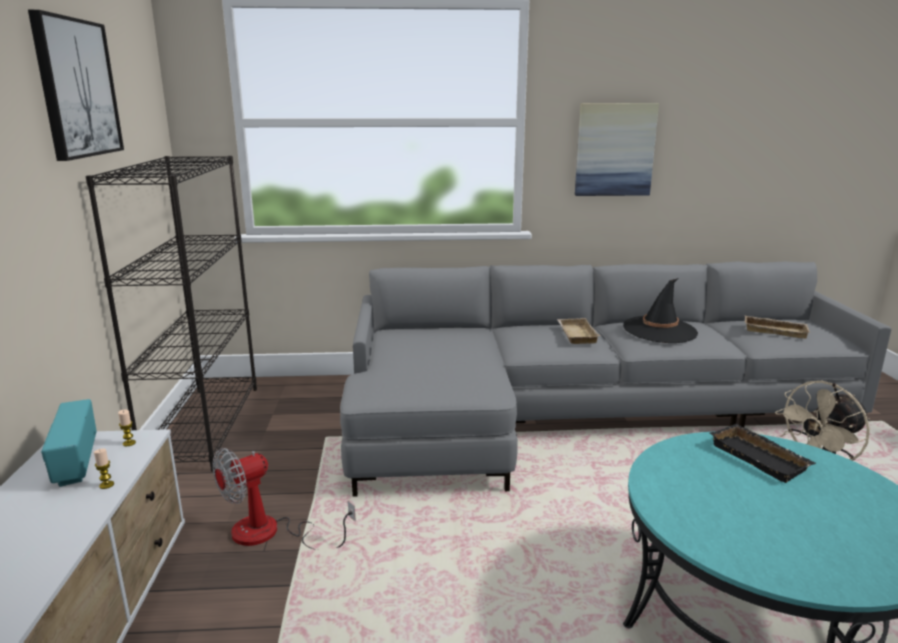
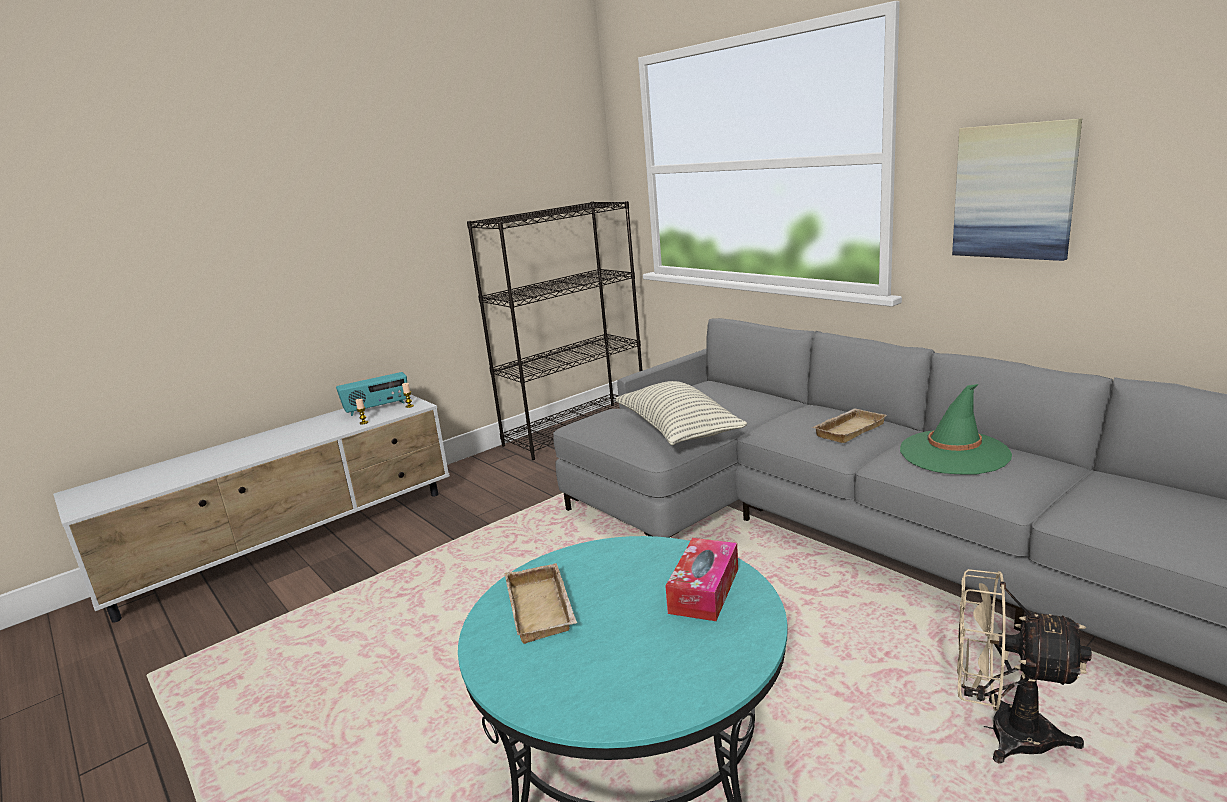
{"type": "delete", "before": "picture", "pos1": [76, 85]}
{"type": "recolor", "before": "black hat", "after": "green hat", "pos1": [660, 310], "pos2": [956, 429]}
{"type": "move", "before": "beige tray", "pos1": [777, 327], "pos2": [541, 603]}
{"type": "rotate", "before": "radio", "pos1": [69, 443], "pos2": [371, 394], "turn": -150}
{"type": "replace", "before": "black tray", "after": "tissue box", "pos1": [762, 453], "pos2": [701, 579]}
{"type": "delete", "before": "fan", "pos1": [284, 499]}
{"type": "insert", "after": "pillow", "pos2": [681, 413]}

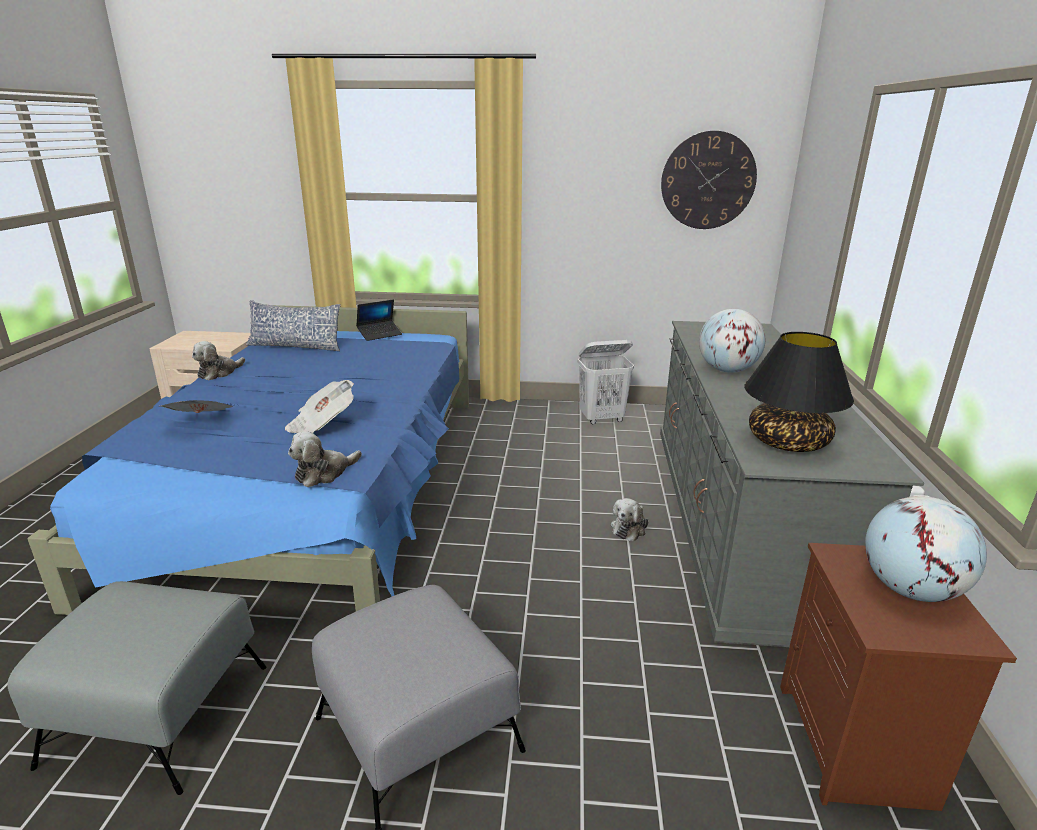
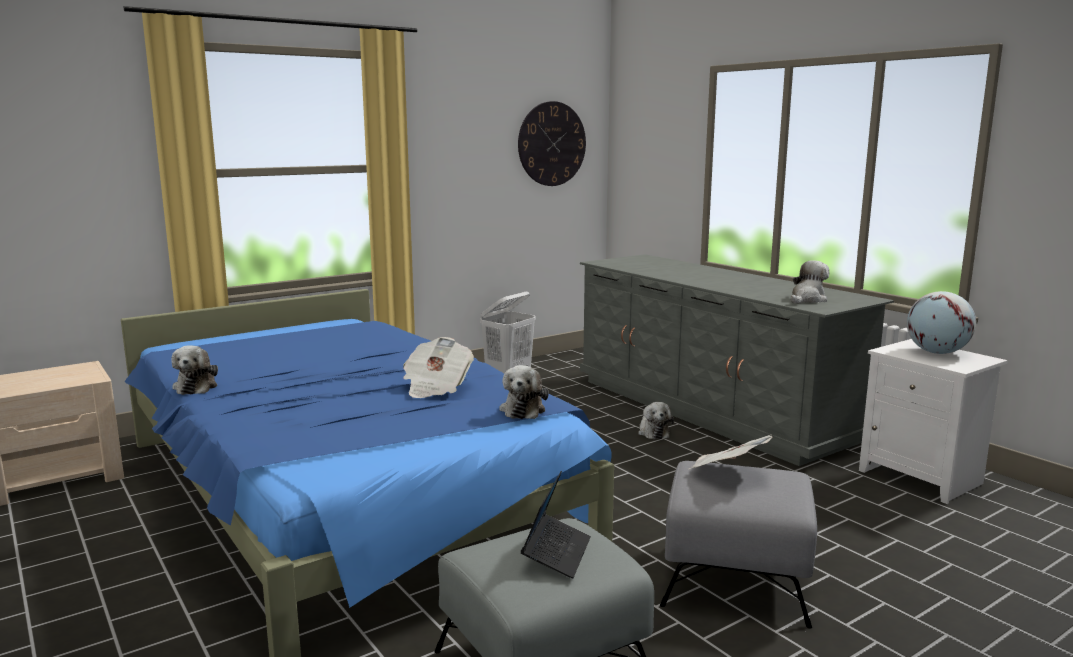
{"type": "delete", "before": "pillow", "pos1": [293, 325]}
{"type": "move", "before": "laptop", "pos1": [379, 320], "pos2": [556, 524]}
{"type": "delete", "before": "globe", "pos1": [732, 341]}
{"type": "replace", "before": "black table lamp", "after": "plush toy", "pos1": [799, 392], "pos2": [810, 282]}
{"type": "move", "before": "newspaper", "pos1": [196, 406], "pos2": [730, 451]}
{"type": "recolor", "before": "brown nightstand", "after": "white nightstand", "pos1": [898, 677], "pos2": [933, 421]}

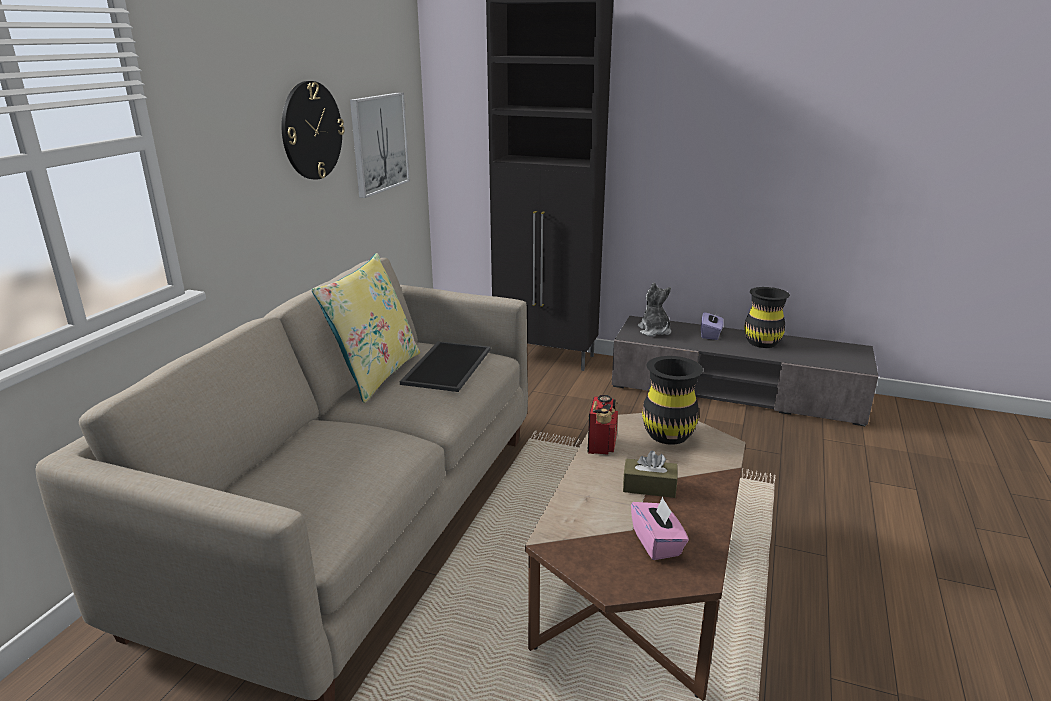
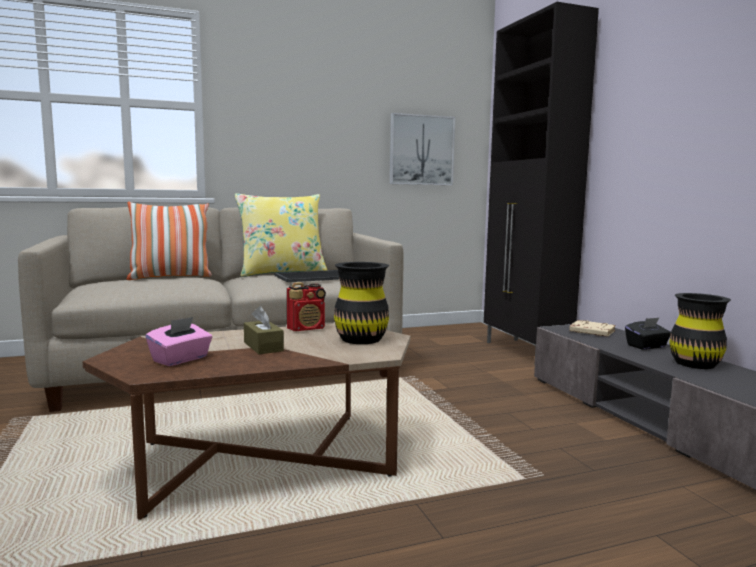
{"type": "delete", "before": "wall clock", "pos1": [313, 130]}
{"type": "replace", "before": "plush toy", "after": "beige book", "pos1": [654, 309], "pos2": [592, 328]}
{"type": "recolor", "before": "purple tissue box", "after": "black tissue box", "pos1": [712, 326], "pos2": [648, 333]}
{"type": "insert", "after": "pillow", "pos2": [169, 241]}

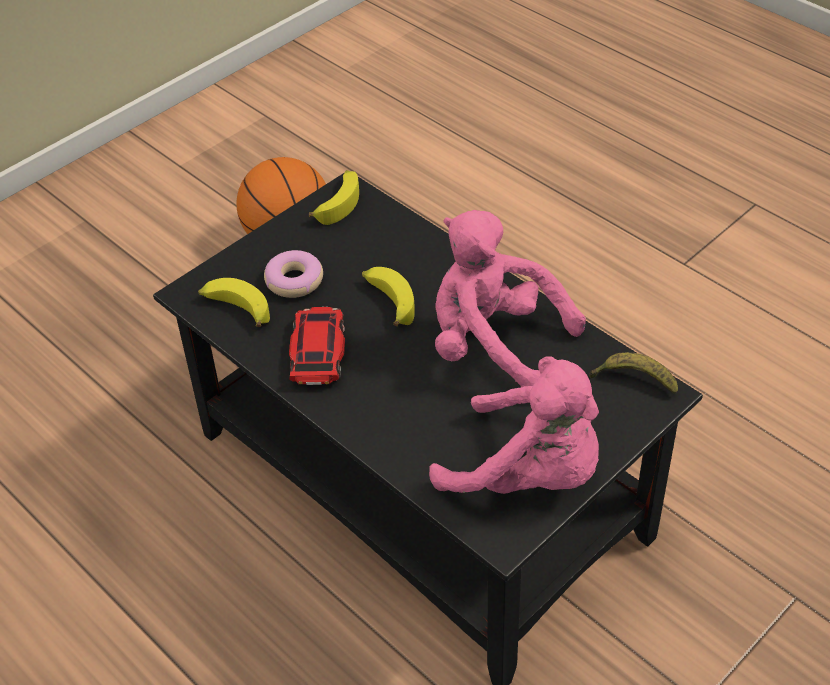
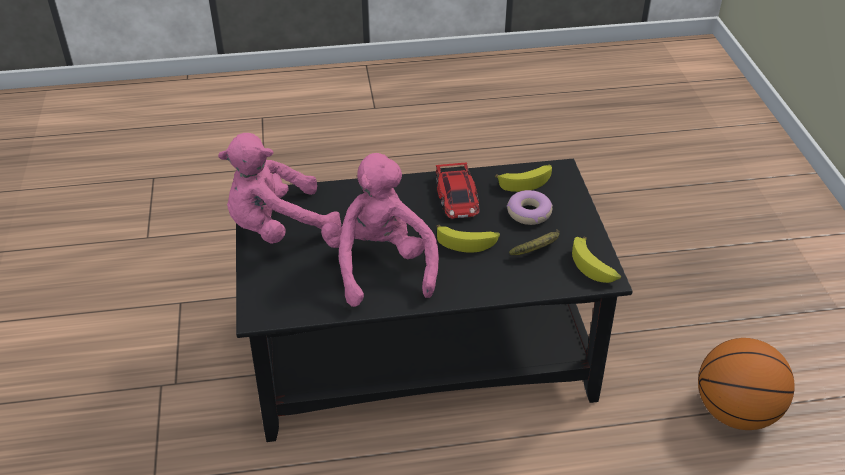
{"type": "rotate", "before": "pink plush toy", "pos1": [510, 298], "pos2": [380, 230], "turn": -75}
{"type": "rotate", "before": "toy car", "pos1": [317, 346], "pos2": [458, 190], "turn": 45}
{"type": "move", "before": "banana", "pos1": [633, 373], "pos2": [534, 242]}

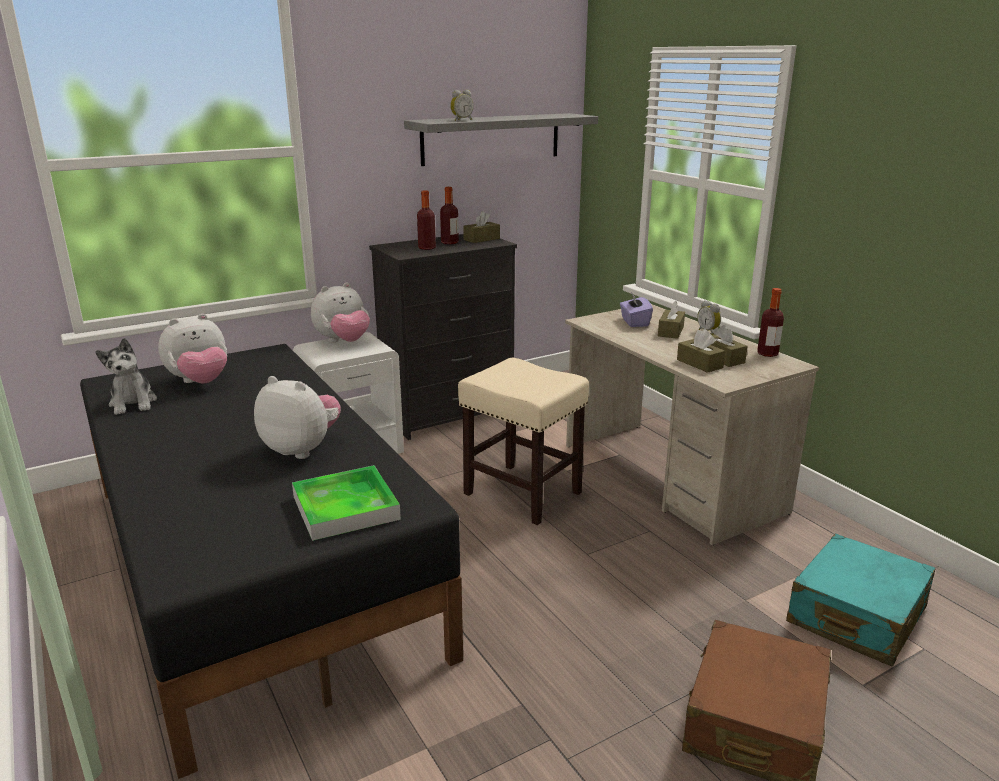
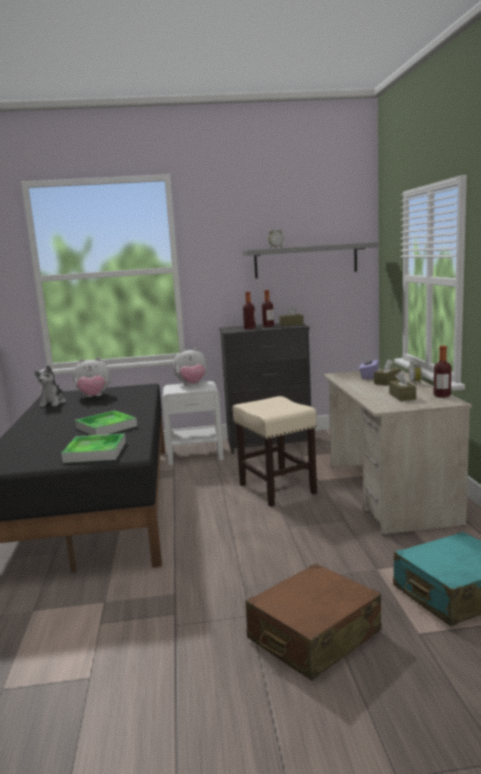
{"type": "delete", "before": "brown tissue box", "pos1": [701, 351]}
{"type": "replace", "before": "plush toy", "after": "tray", "pos1": [297, 417], "pos2": [106, 422]}

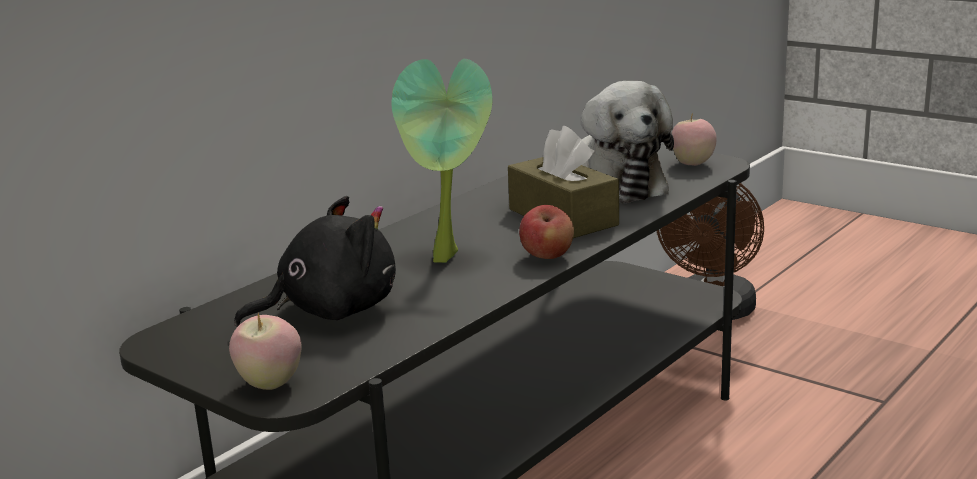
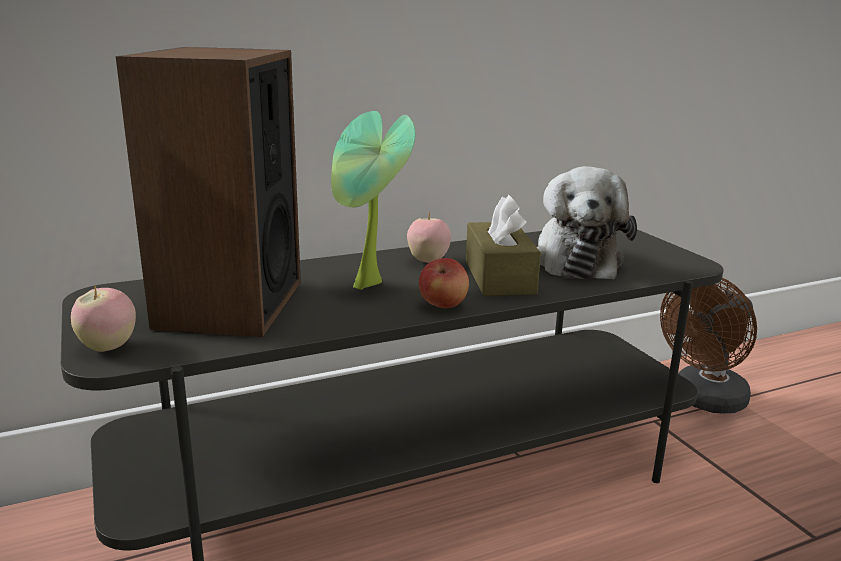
{"type": "move", "before": "apple", "pos1": [694, 139], "pos2": [429, 237]}
{"type": "replace", "before": "black plush toy", "after": "speaker", "pos1": [315, 261], "pos2": [208, 192]}

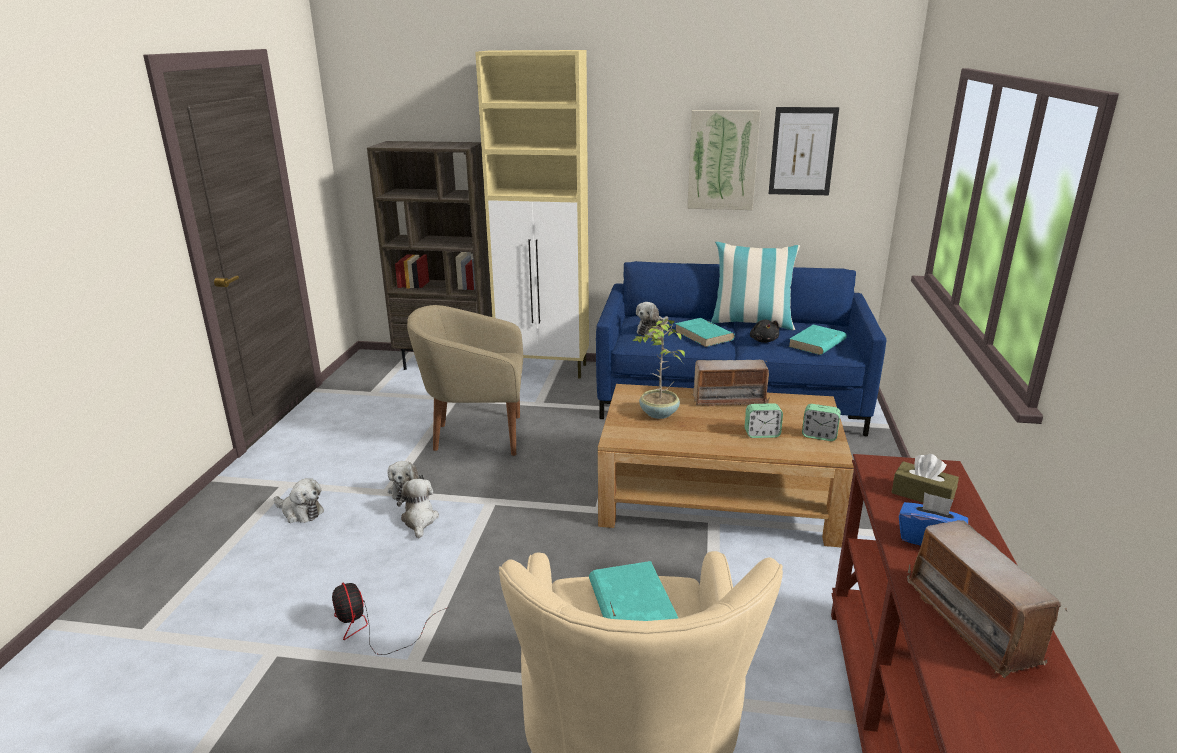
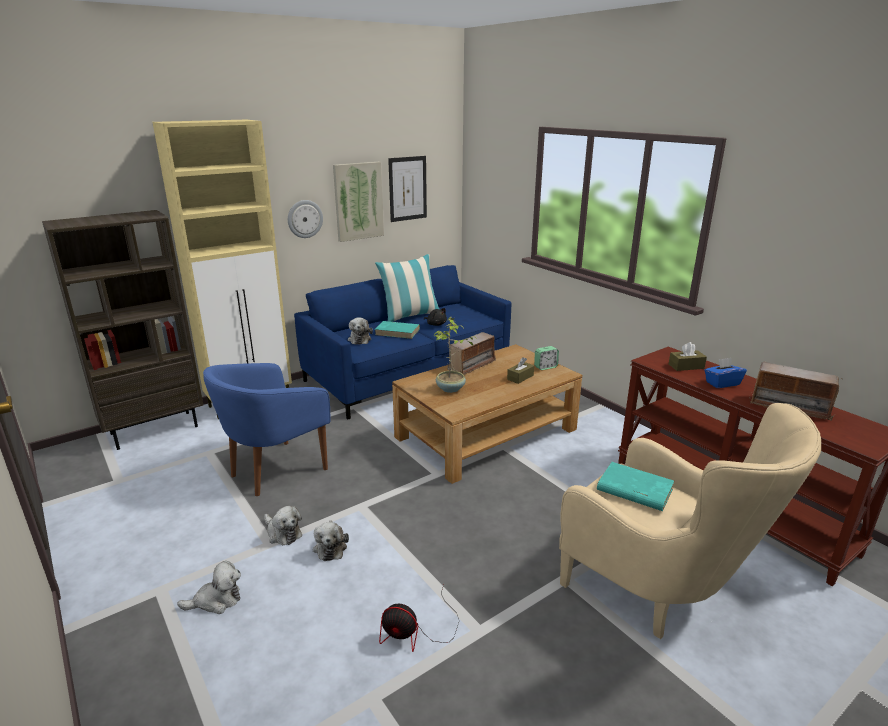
{"type": "recolor", "before": "beige armchair", "after": "blue armchair", "pos1": [465, 380], "pos2": [267, 429]}
{"type": "delete", "before": "turquoise book", "pos1": [817, 340]}
{"type": "replace", "before": "alarm clock", "after": "brown tissue box", "pos1": [764, 420], "pos2": [520, 370]}
{"type": "rotate", "before": "plush toy", "pos1": [418, 508], "pos2": [331, 540], "turn": -135}
{"type": "insert", "after": "wall clock", "pos2": [305, 219]}

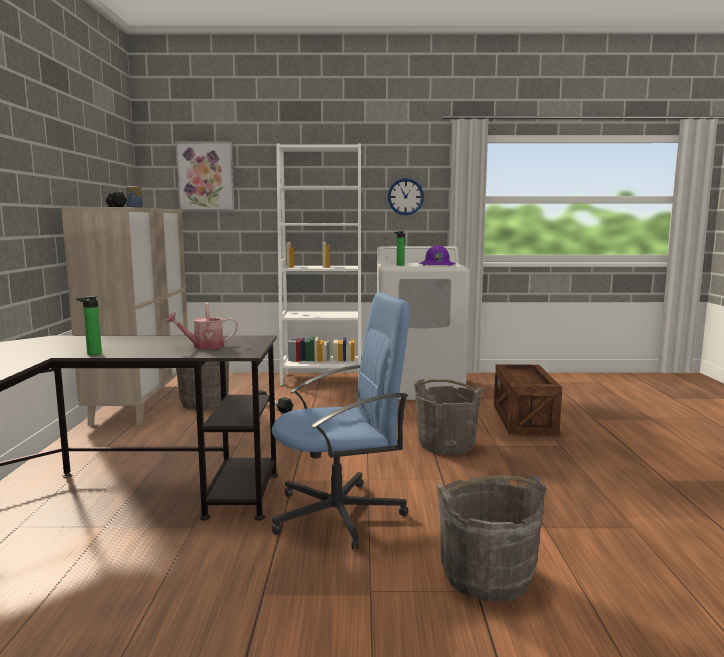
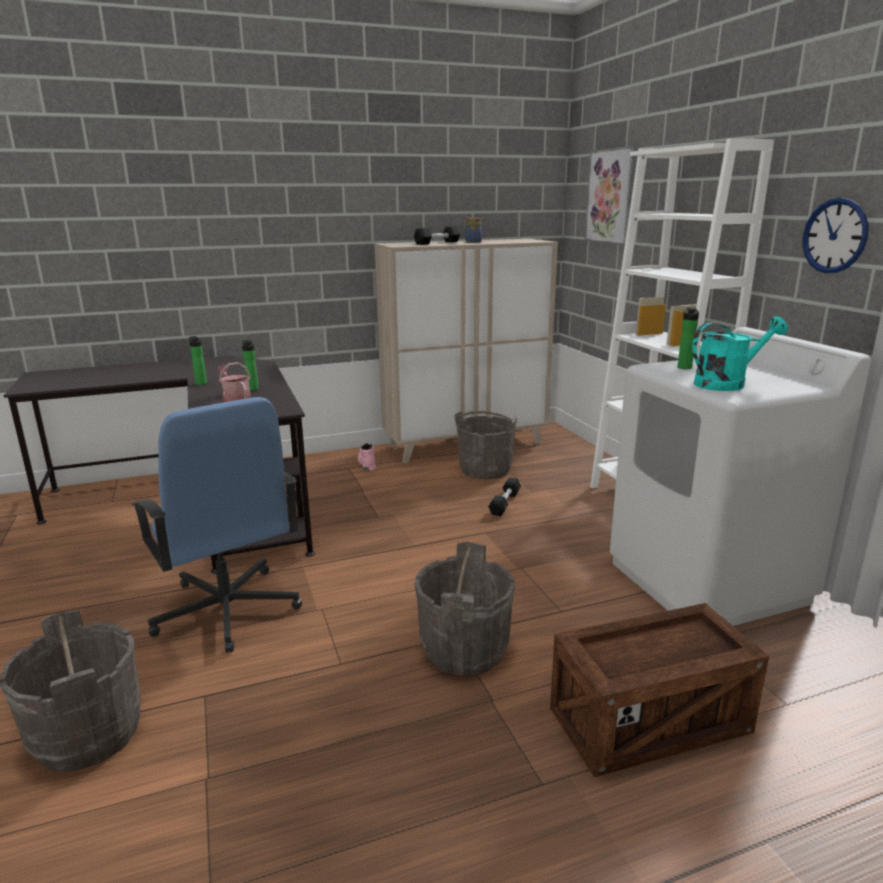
{"type": "replace", "before": "purple hard hat", "after": "turquoise watering can", "pos1": [437, 255], "pos2": [740, 353]}
{"type": "insert", "after": "bottle", "pos2": [250, 365]}
{"type": "insert", "after": "pink boot", "pos2": [367, 457]}

